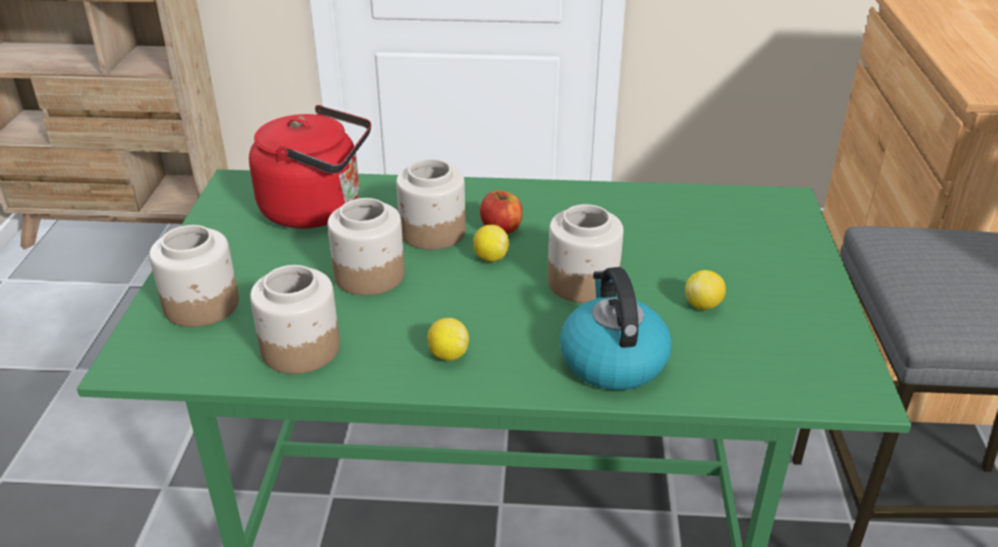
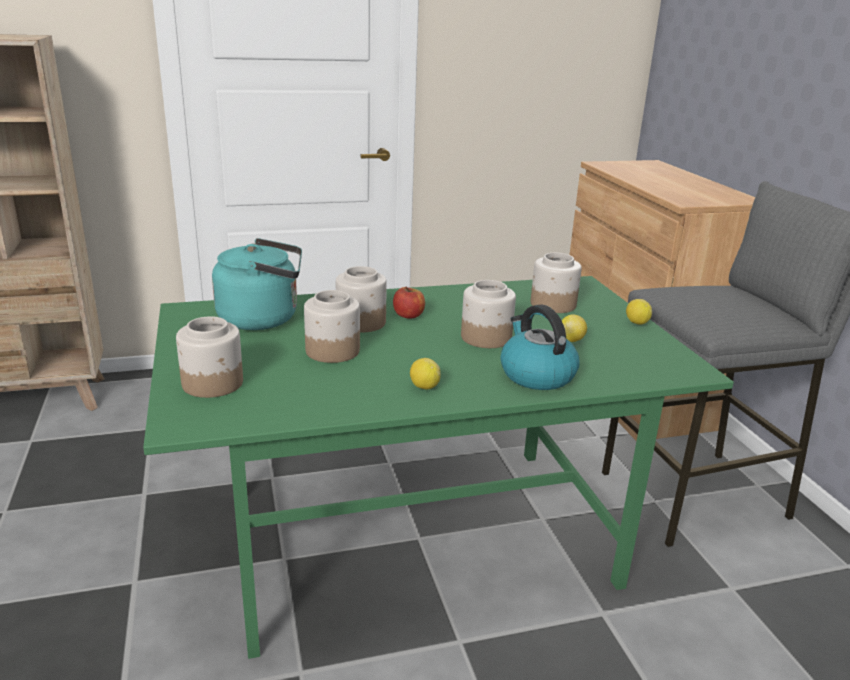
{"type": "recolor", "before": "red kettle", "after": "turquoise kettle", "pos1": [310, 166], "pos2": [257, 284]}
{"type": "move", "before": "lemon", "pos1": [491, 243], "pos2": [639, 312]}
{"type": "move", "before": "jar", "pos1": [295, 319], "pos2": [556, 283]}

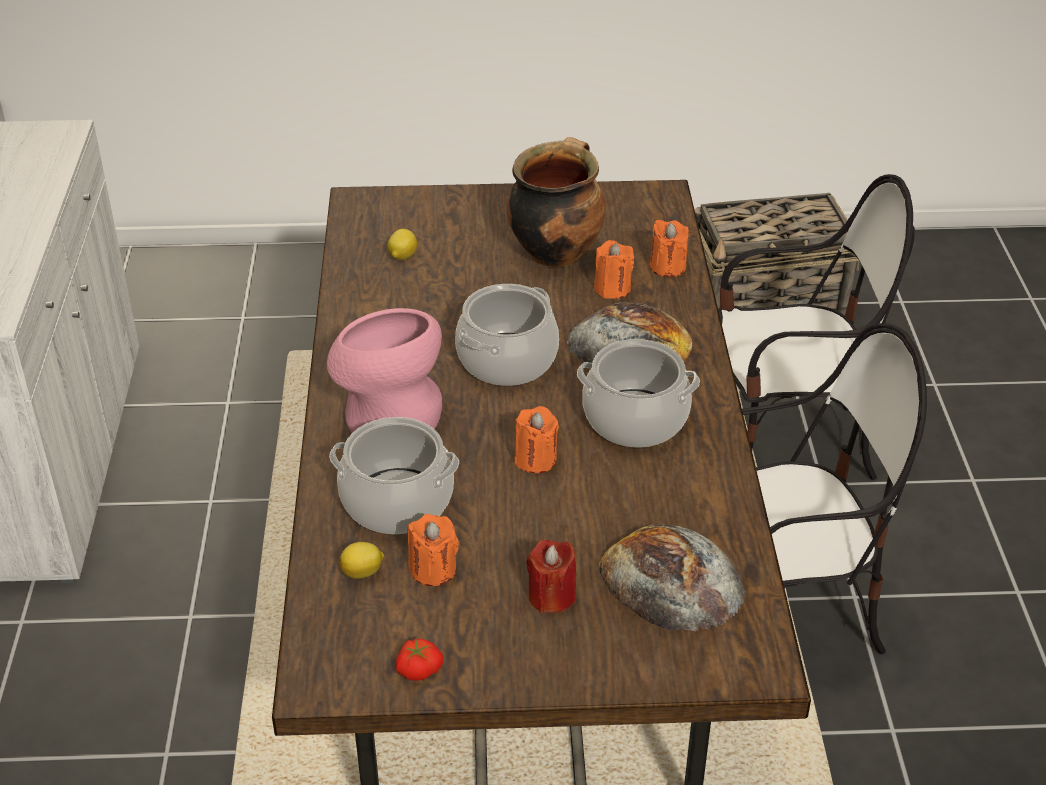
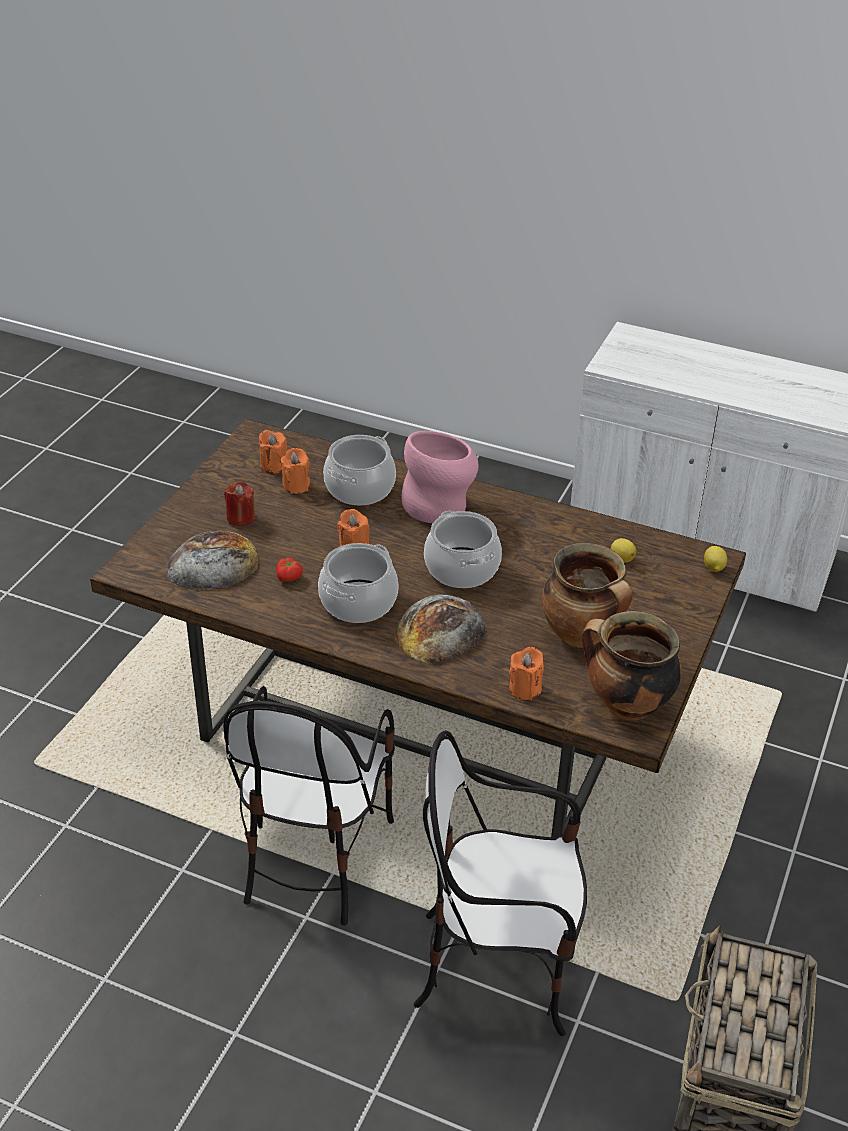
{"type": "rotate", "before": "chair", "pos1": [816, 327], "pos2": [500, 883], "turn": 75}
{"type": "move", "before": "orange candle", "pos1": [614, 269], "pos2": [273, 452]}
{"type": "move", "before": "lemon", "pos1": [362, 560], "pos2": [715, 559]}
{"type": "move", "before": "tomato", "pos1": [419, 660], "pos2": [289, 569]}
{"type": "insert", "after": "cooking pot", "pos2": [631, 665]}

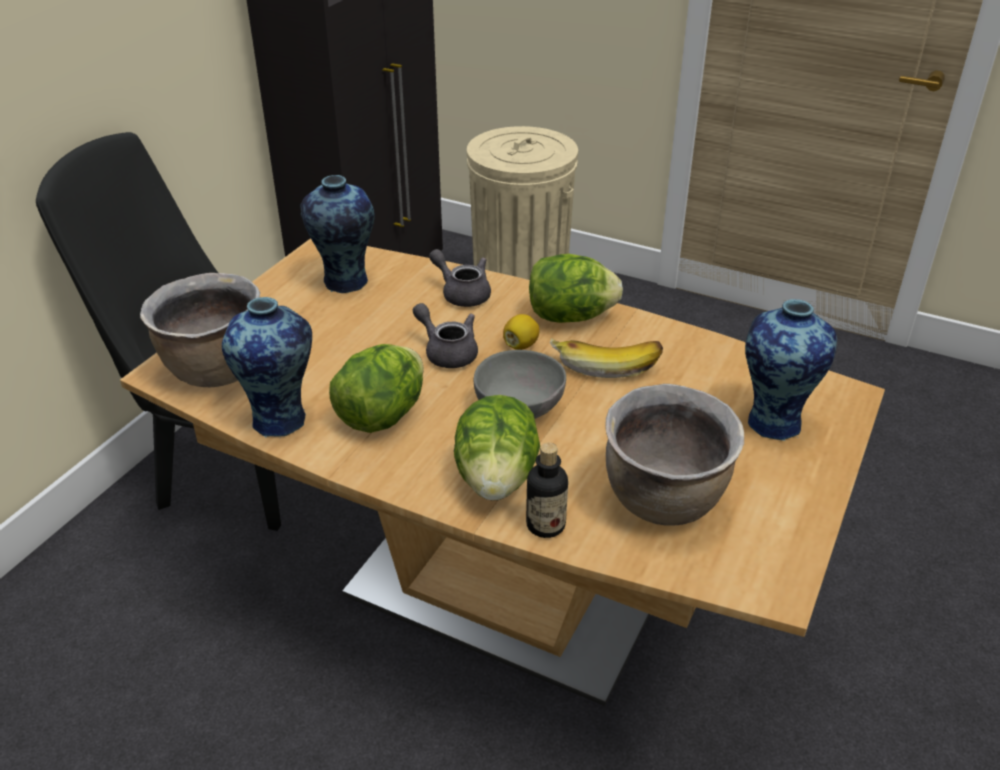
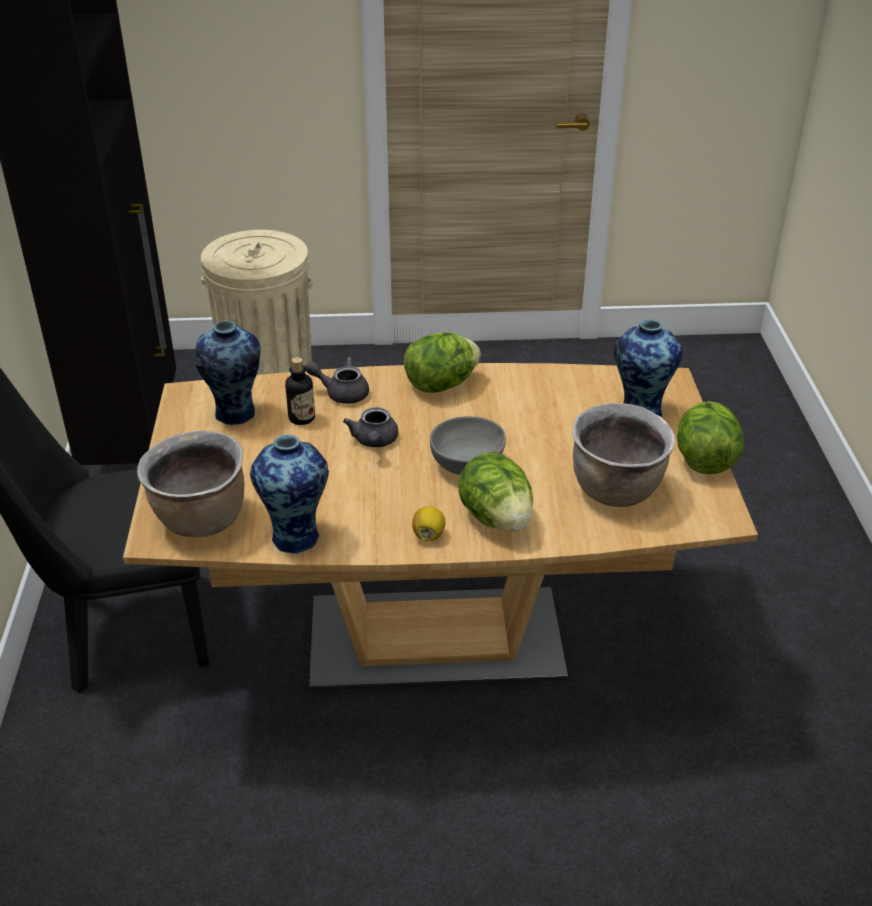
{"type": "rotate", "before": "grey teapot", "pos1": [445, 335], "pos2": [370, 427], "turn": -105}
{"type": "move", "before": "lemon", "pos1": [521, 332], "pos2": [428, 523]}
{"type": "delete", "before": "banana", "pos1": [606, 358]}
{"type": "move", "before": "lettuce", "pos1": [376, 388], "pos2": [710, 437]}
{"type": "move", "before": "bottle", "pos1": [547, 490], "pos2": [300, 391]}

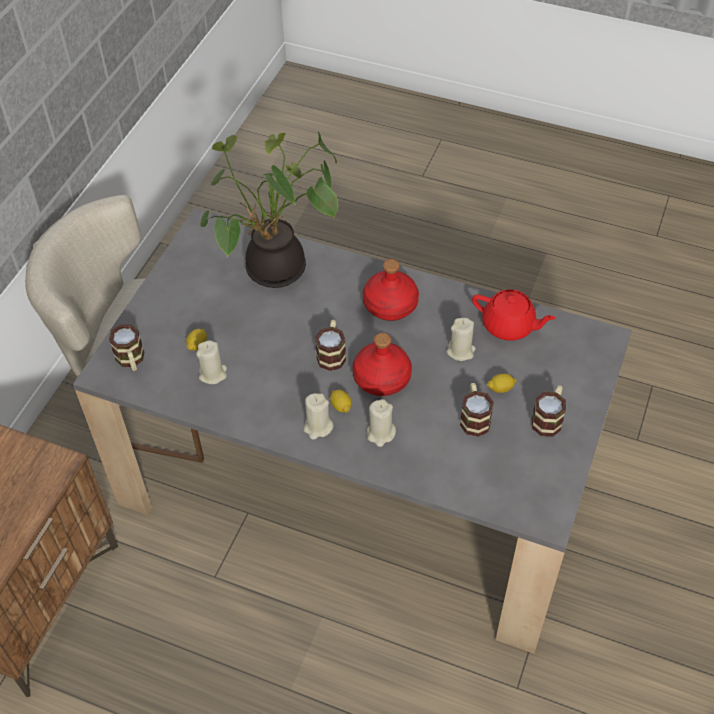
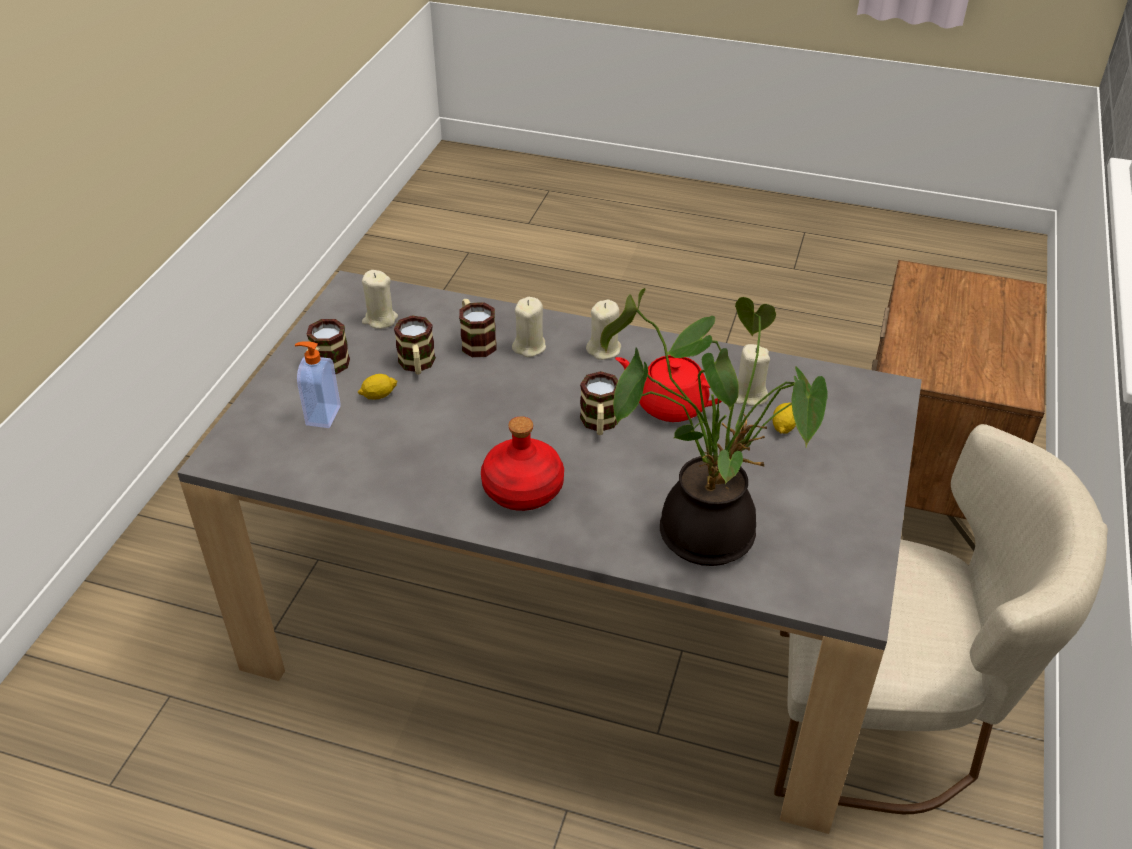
{"type": "move", "before": "red teapot", "pos1": [514, 315], "pos2": [668, 388]}
{"type": "move", "before": "beige candle", "pos1": [461, 339], "pos2": [380, 299]}
{"type": "move", "before": "mug", "pos1": [126, 347], "pos2": [477, 328]}
{"type": "delete", "before": "red bottle", "pos1": [382, 364]}
{"type": "delete", "before": "lemon", "pos1": [341, 401]}
{"type": "insert", "after": "soap dispenser", "pos2": [318, 384]}

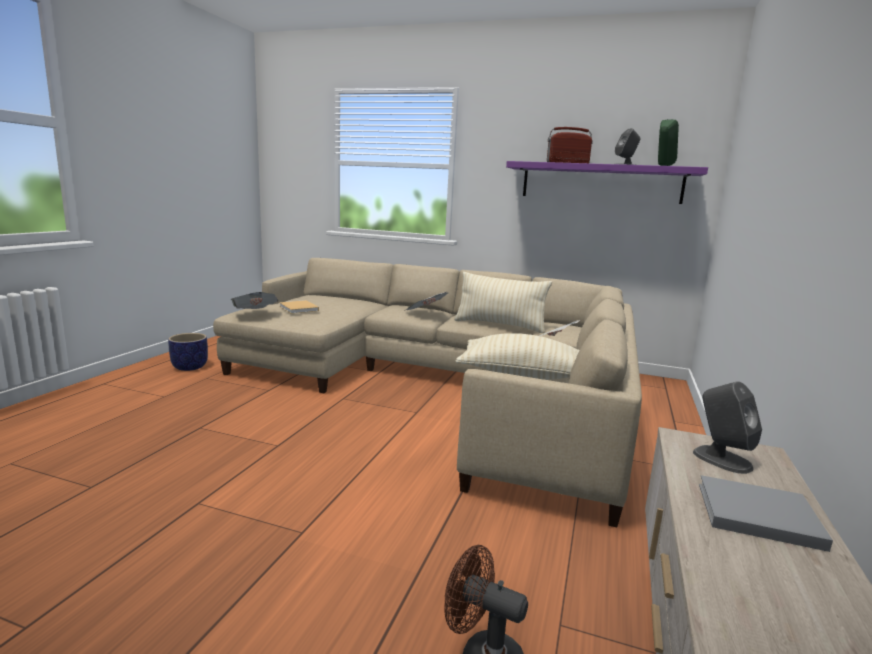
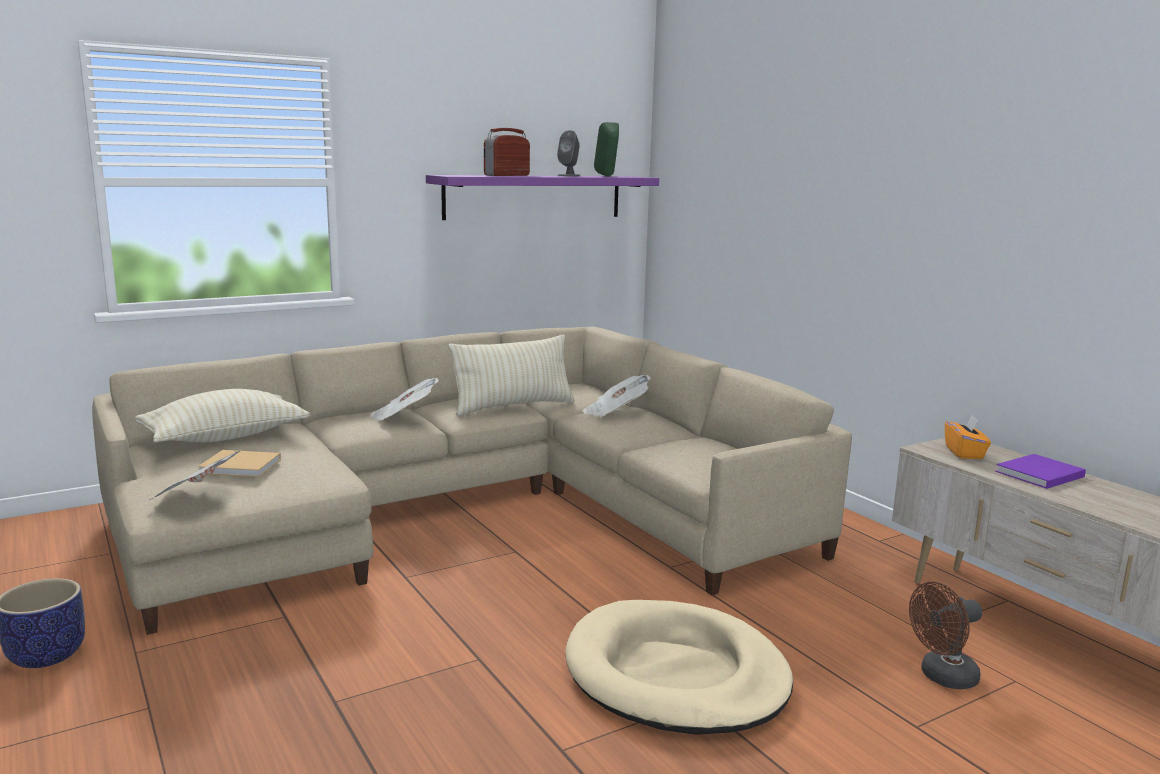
{"type": "move", "before": "beige pillow", "pos1": [517, 356], "pos2": [222, 415]}
{"type": "replace", "before": "grey speaker", "after": "orange tissue box", "pos1": [727, 427], "pos2": [968, 437]}
{"type": "recolor", "before": "grey book", "after": "purple book", "pos1": [766, 513], "pos2": [1040, 471]}
{"type": "insert", "after": "beige dog bed", "pos2": [679, 667]}

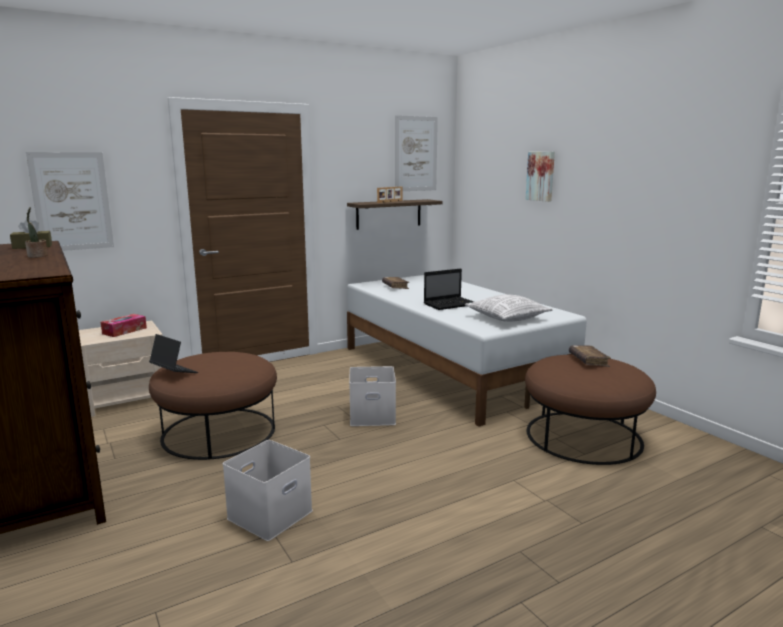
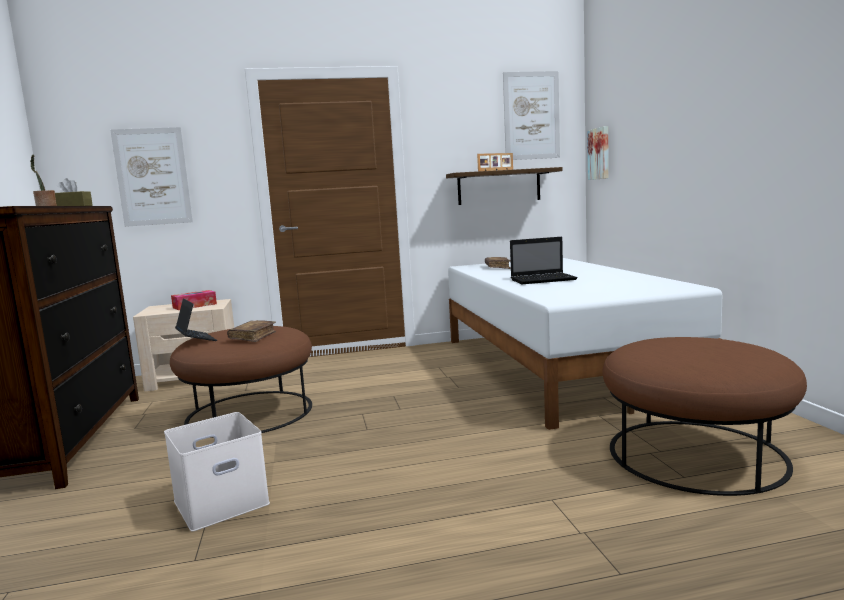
{"type": "move", "before": "picture", "pos1": [540, 177], "pos2": [598, 153]}
{"type": "delete", "before": "pillow", "pos1": [508, 308]}
{"type": "move", "before": "brown book", "pos1": [590, 356], "pos2": [251, 331]}
{"type": "delete", "before": "white storage box", "pos1": [372, 396]}

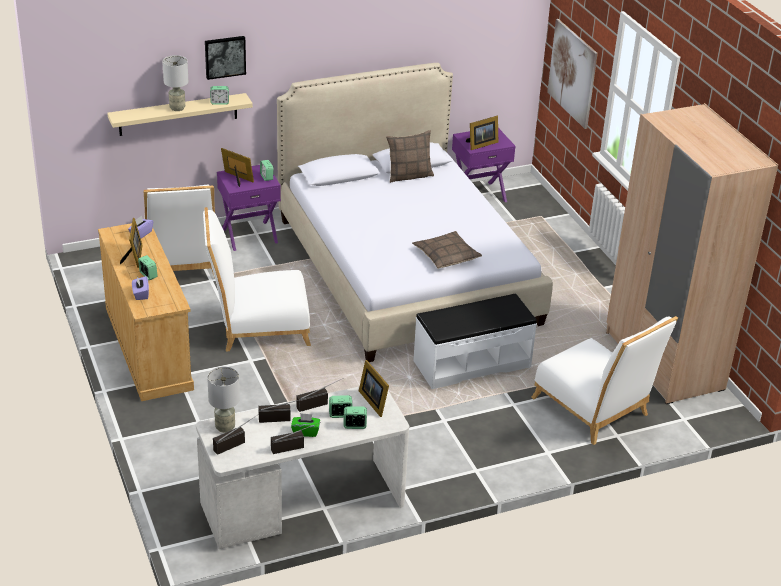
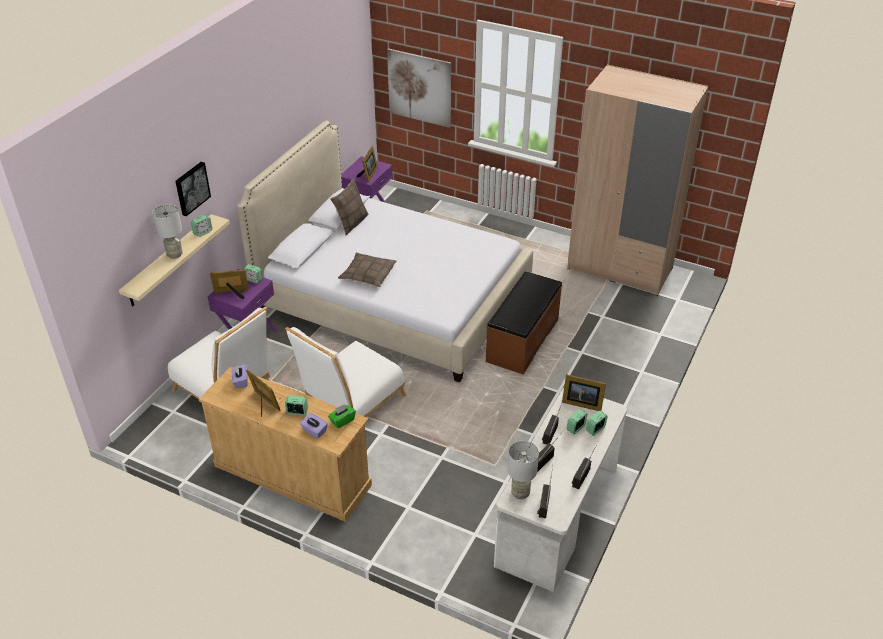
{"type": "move", "before": "pillow", "pos1": [447, 250], "pos2": [367, 269]}
{"type": "recolor", "before": "white bench", "after": "brown bench", "pos1": [475, 341], "pos2": [524, 323]}
{"type": "delete", "before": "white chair", "pos1": [604, 380]}
{"type": "move", "before": "green tissue box", "pos1": [305, 425], "pos2": [342, 416]}

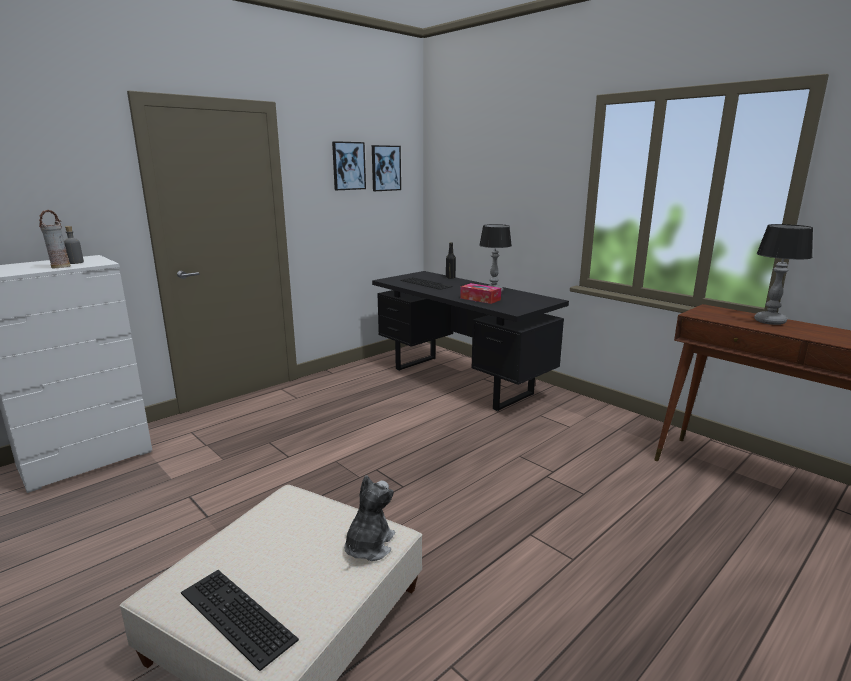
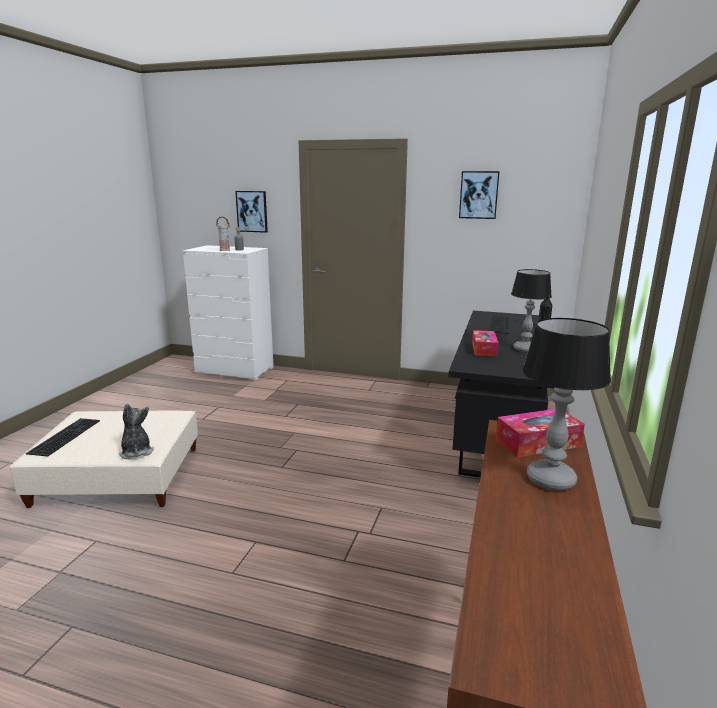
{"type": "move", "before": "picture", "pos1": [386, 168], "pos2": [251, 212]}
{"type": "rotate", "before": "plush toy", "pos1": [369, 518], "pos2": [136, 431], "turn": -105}
{"type": "insert", "after": "tissue box", "pos2": [540, 433]}

